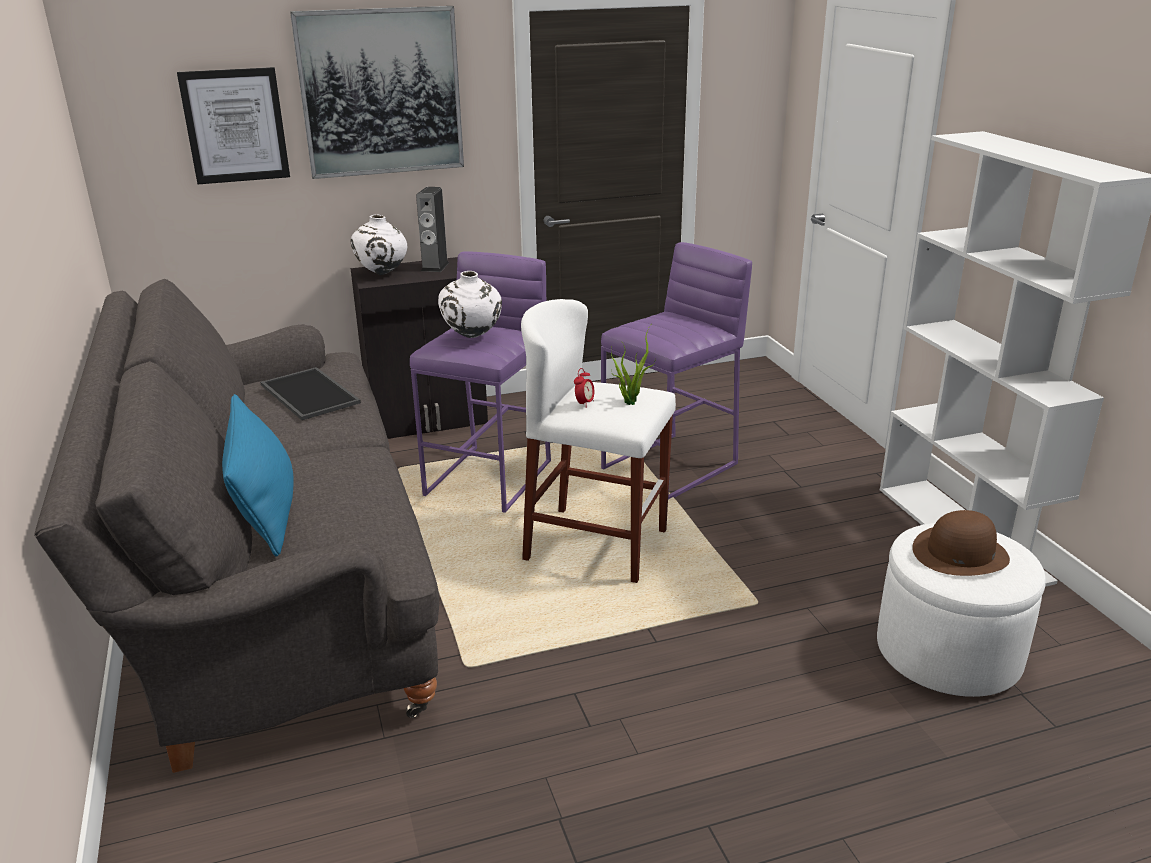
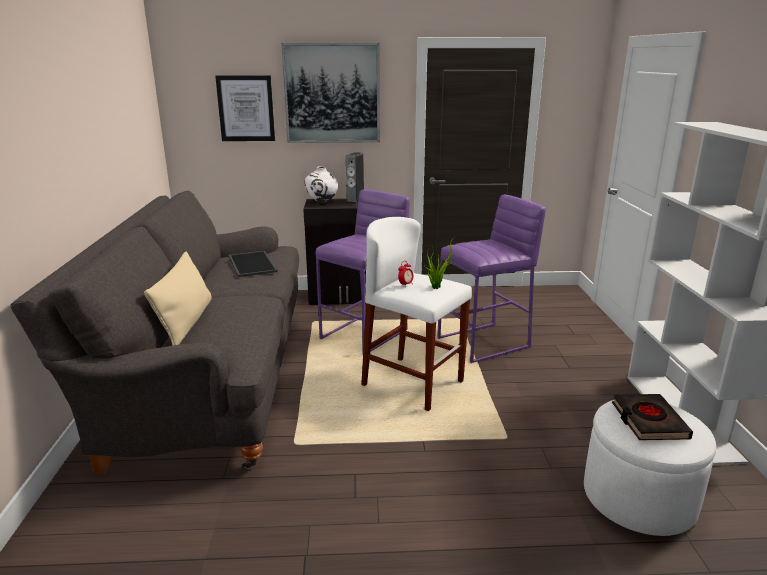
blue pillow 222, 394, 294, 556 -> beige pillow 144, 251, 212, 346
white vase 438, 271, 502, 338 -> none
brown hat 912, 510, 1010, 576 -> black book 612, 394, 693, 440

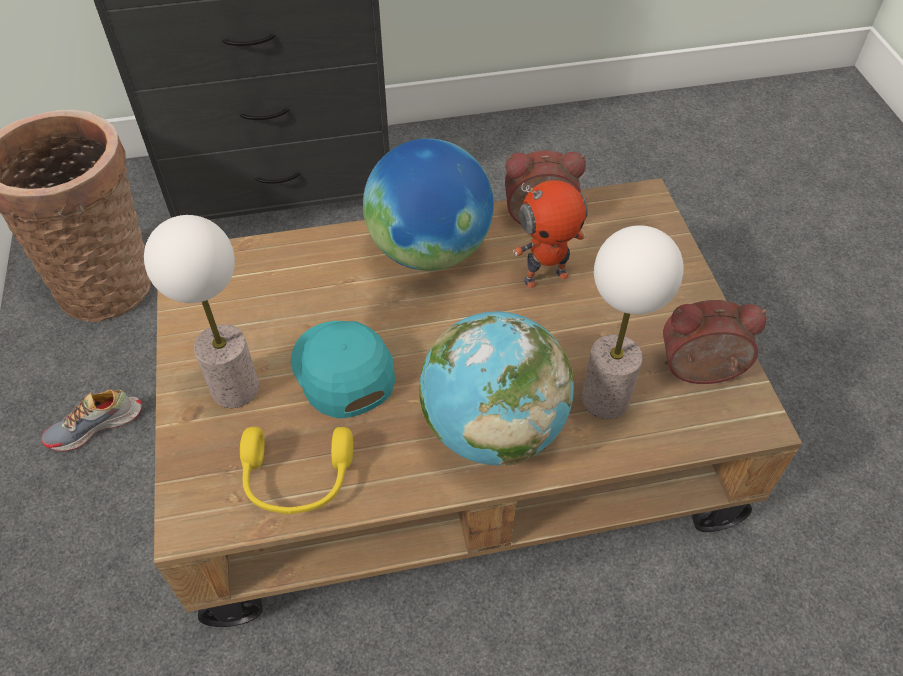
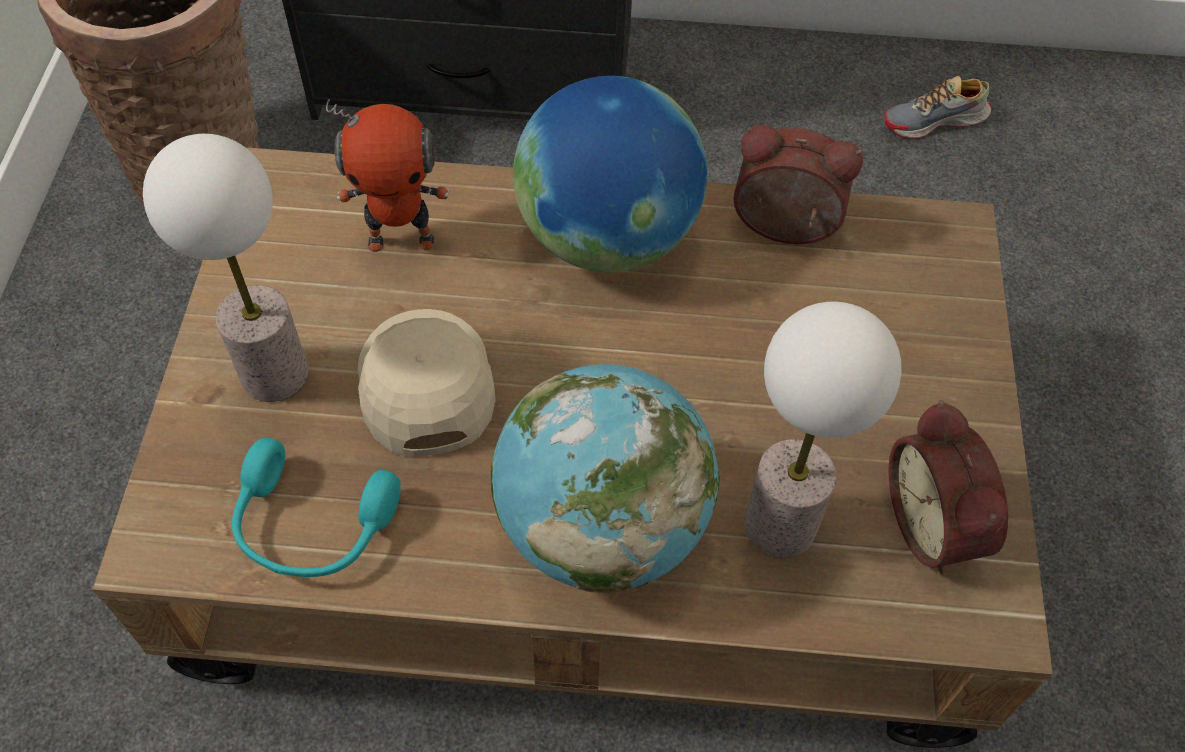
shoe 41, 390, 142, 452 -> shoe 884, 76, 991, 139, relocated
yellow headphones 240, 427, 353, 514 -> turquoise headphones 232, 438, 401, 577
turquoise cap 291, 321, 395, 418 -> beige cap 358, 309, 496, 456
toy robot 513, 180, 588, 288 -> toy robot 326, 99, 449, 252, relocated
alarm clock 663, 300, 767, 384 -> alarm clock 888, 400, 1008, 574, 120 degrees counterclockwise

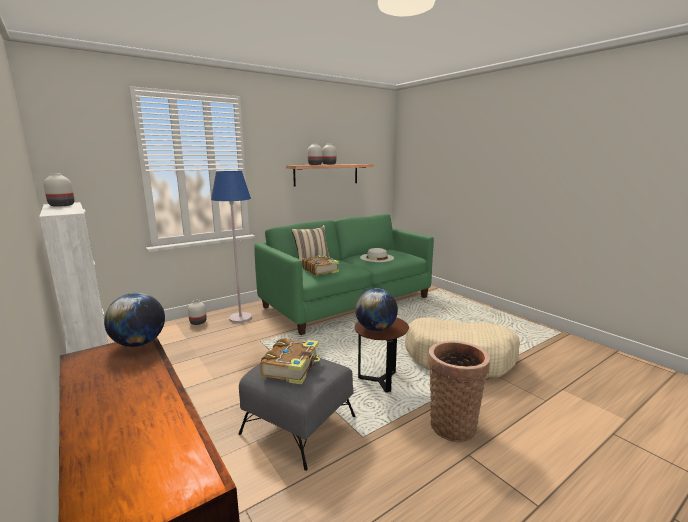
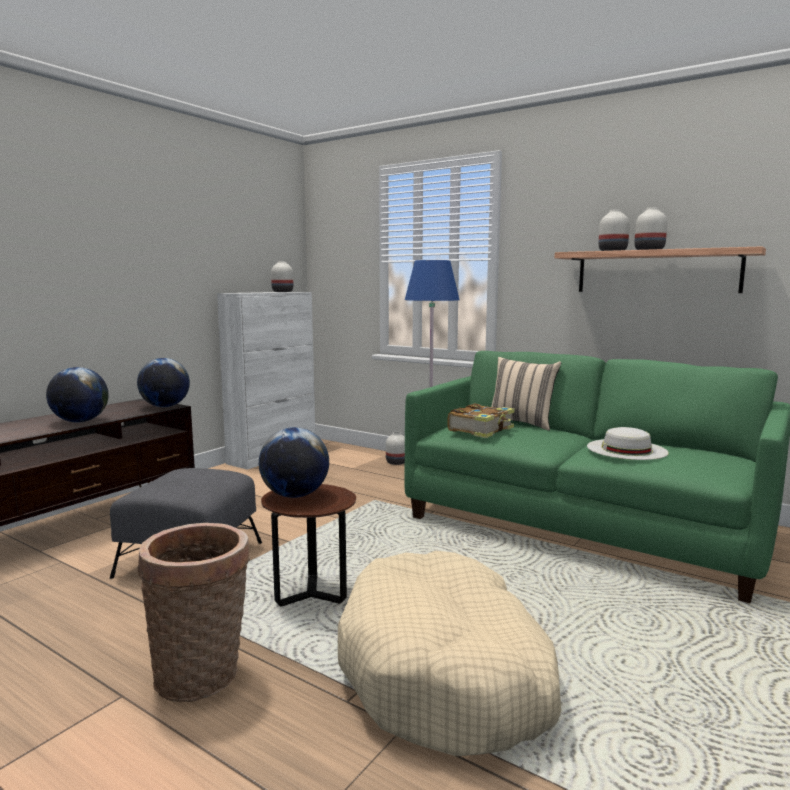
book 260, 338, 320, 385 -> none
none -> globe 46, 367, 108, 423

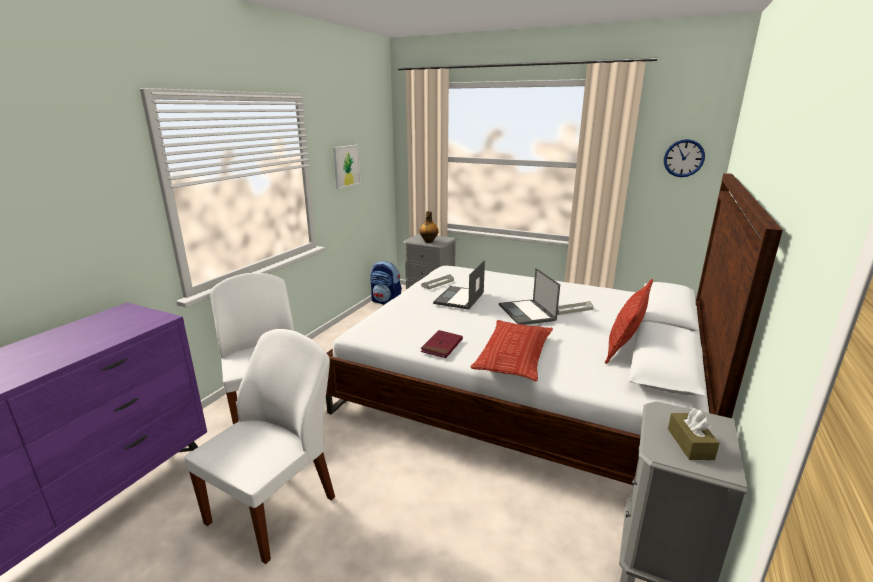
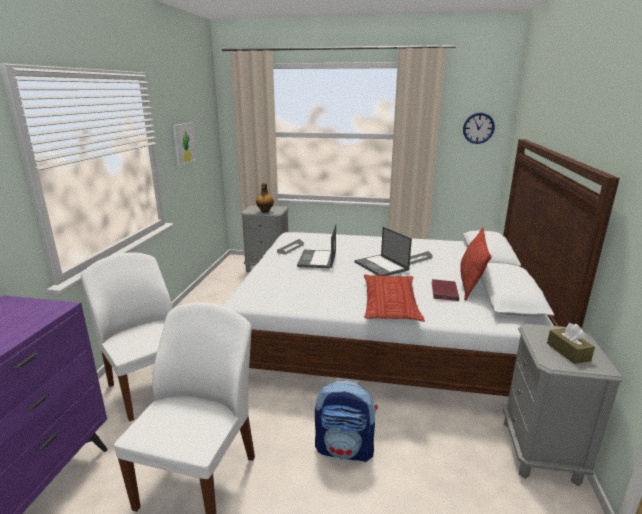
backpack 370, 261, 402, 305 -> backpack 315, 380, 378, 462, relocated
red book 421, 330, 463, 358 -> red book 432, 279, 459, 301, relocated

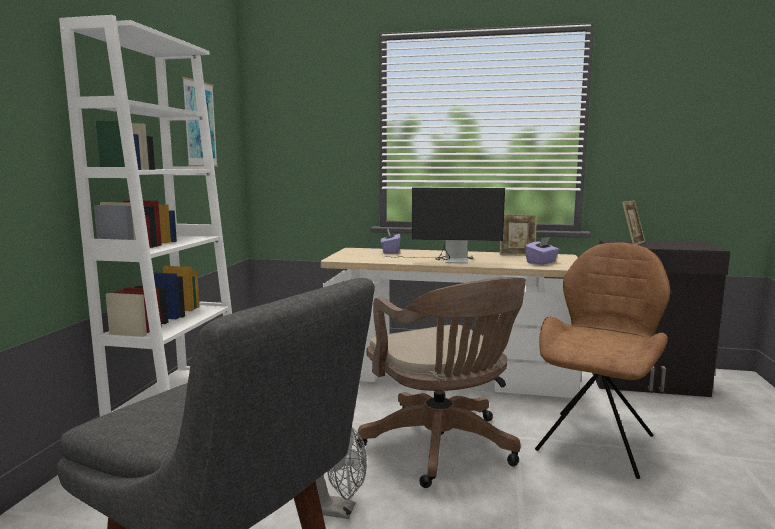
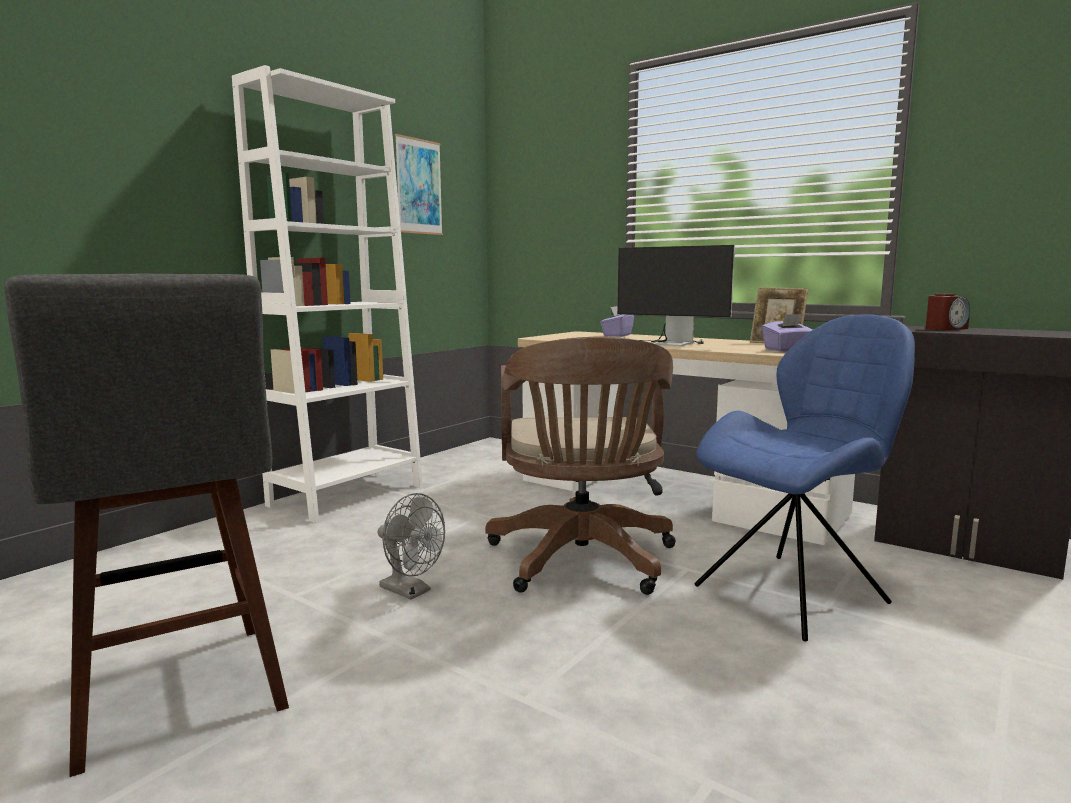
brown chair 535, 242, 670, 479 -> blue chair 694, 314, 915, 642
picture frame 622, 201, 645, 245 -> alarm clock 926, 294, 970, 330

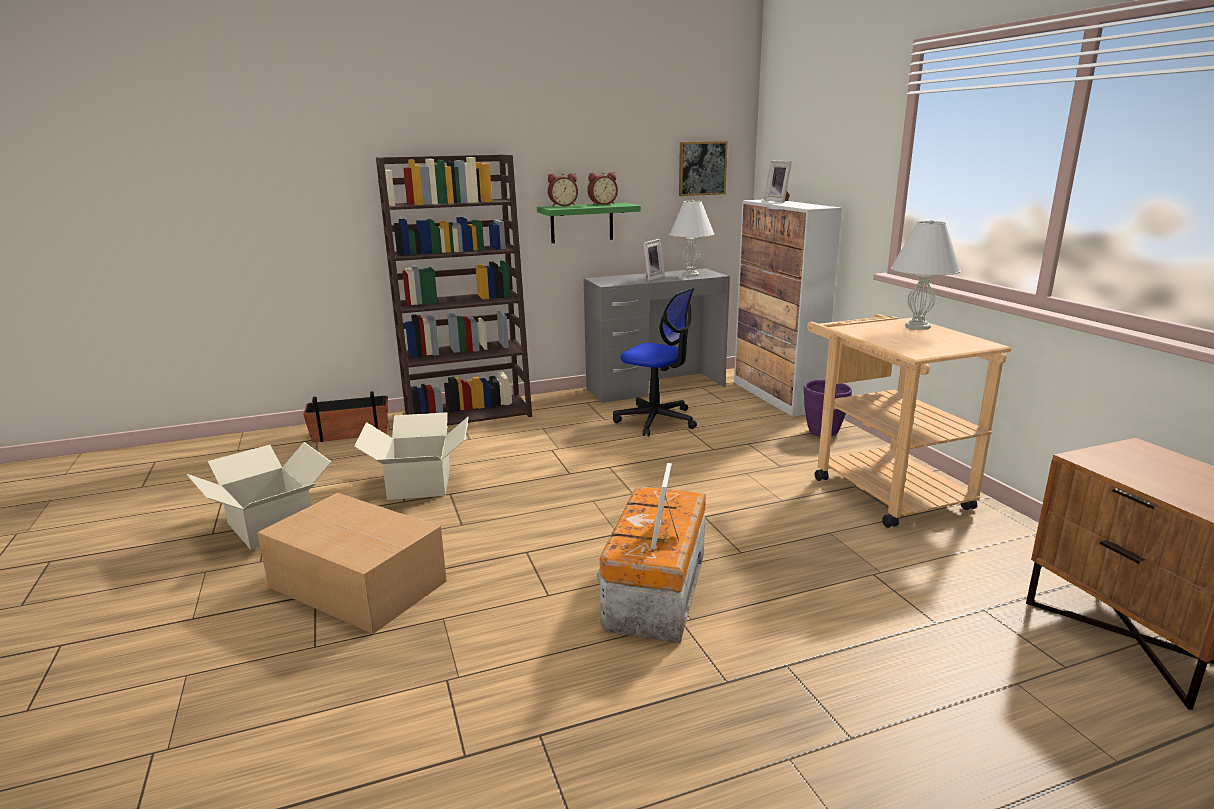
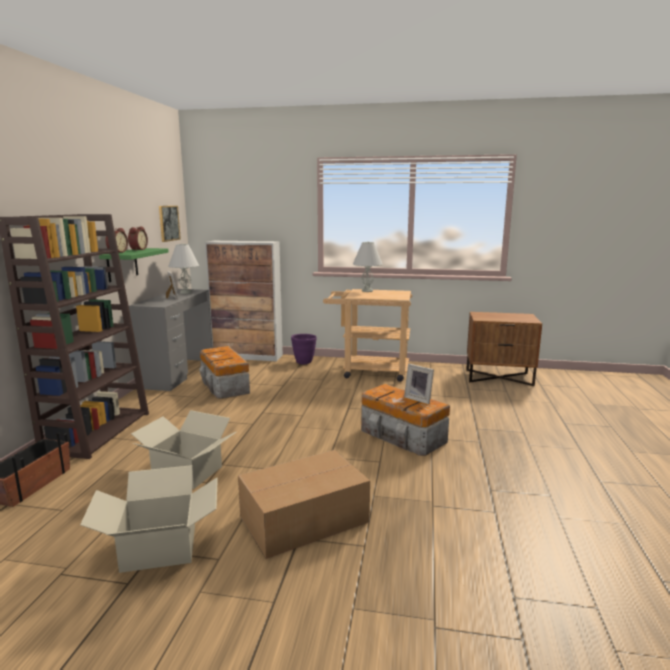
office chair 613, 287, 697, 437 -> storage box 199, 346, 250, 399
picture frame 764, 160, 792, 202 -> none

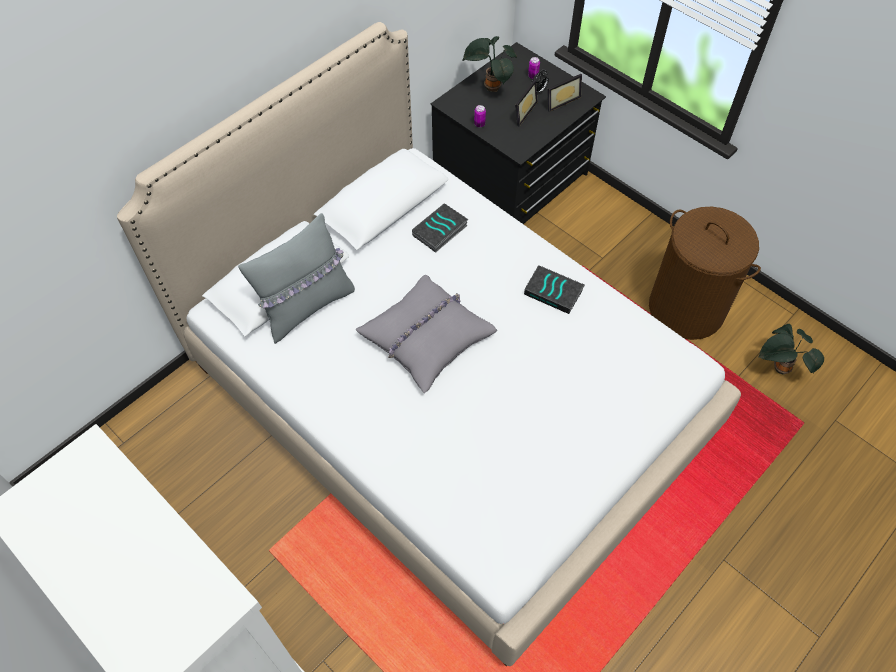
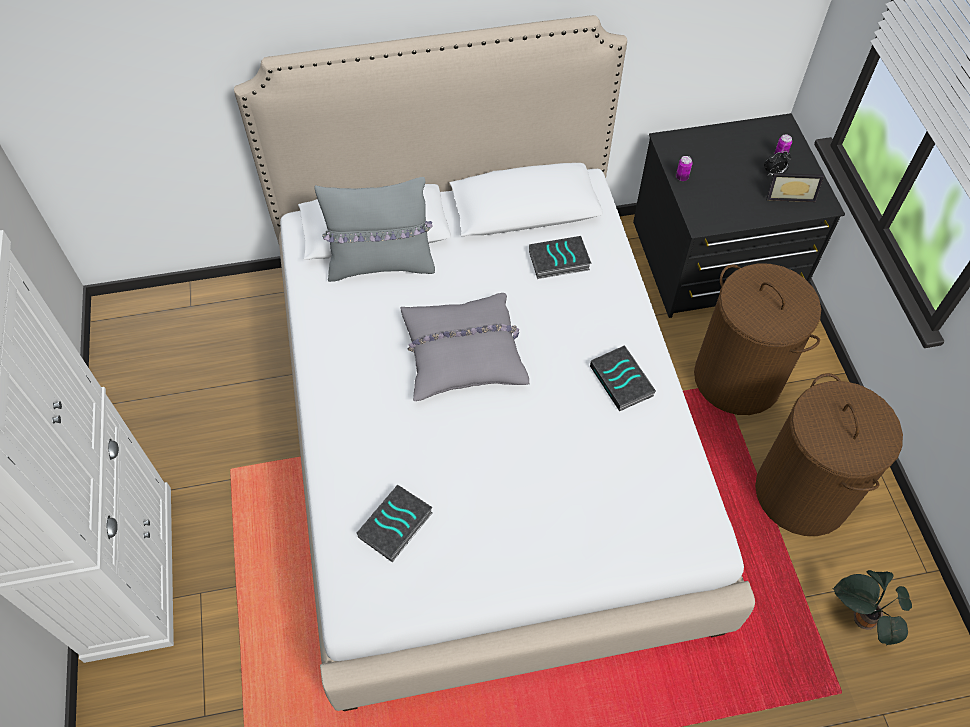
potted plant 462, 36, 517, 92 -> none
picture frame 515, 80, 538, 126 -> none
none -> book 357, 485, 433, 563
none -> brown laundry basket 694, 264, 821, 415

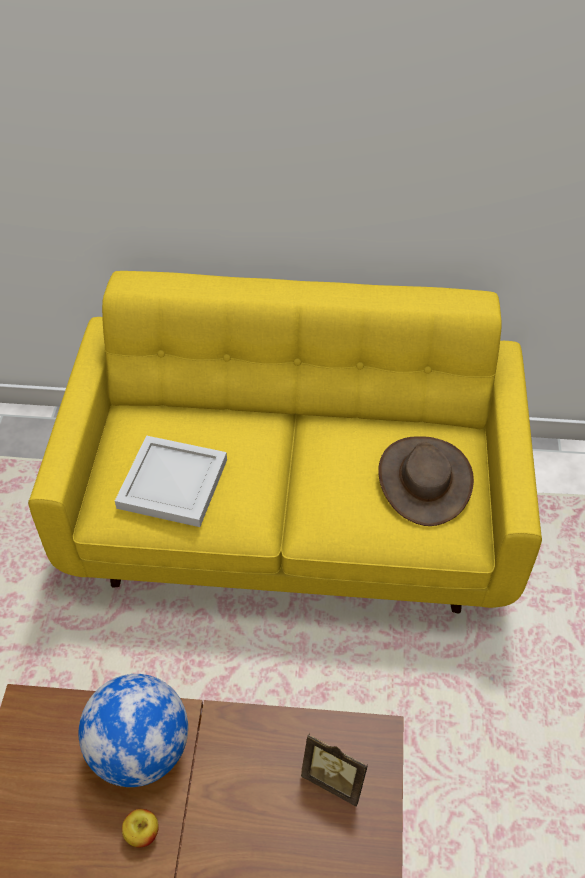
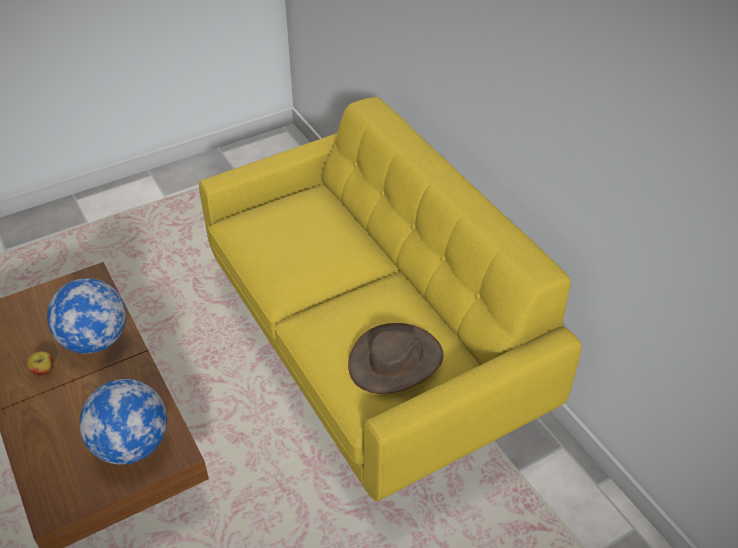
white tray 115, 435, 227, 527 -> none
picture frame 301, 733, 368, 806 -> globe 79, 379, 167, 465

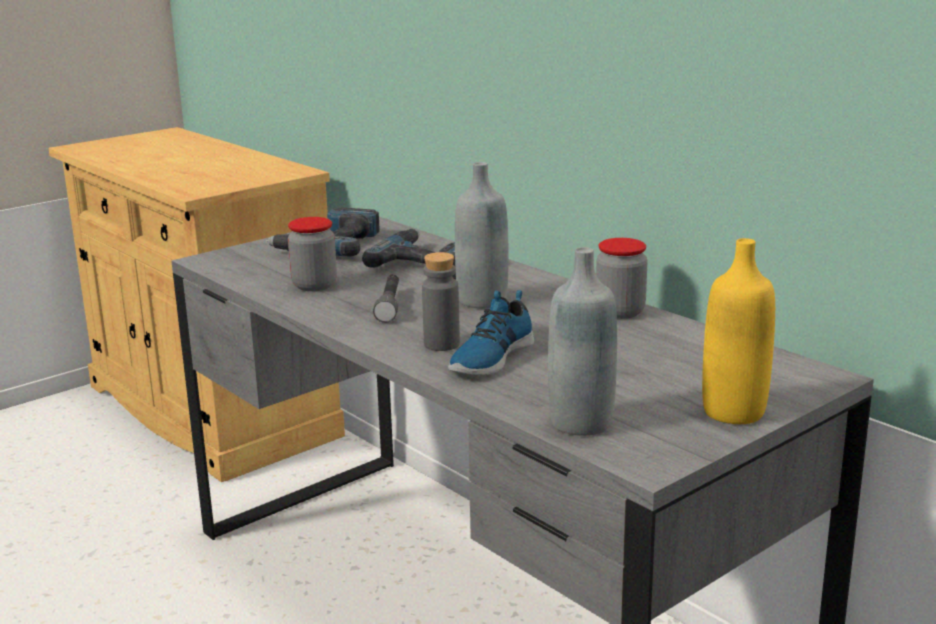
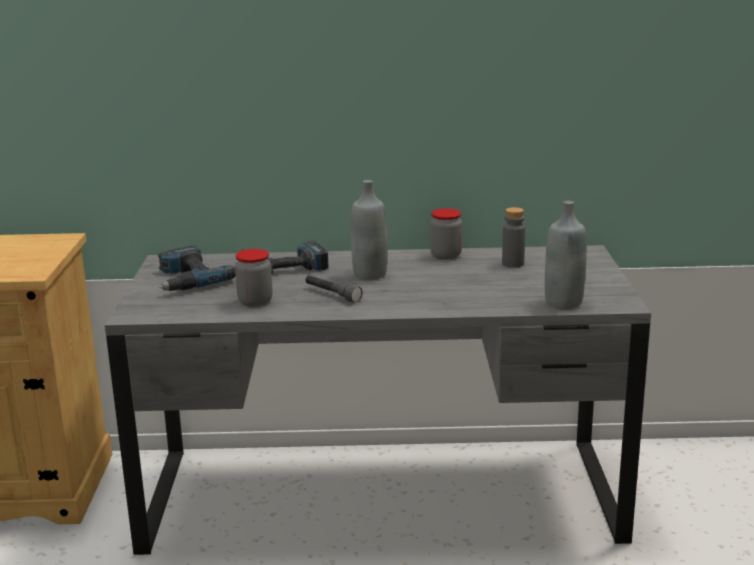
grey bottle 422, 252, 460, 351 -> grey bottle 502, 207, 525, 268, relocated
shoe 448, 290, 535, 375 -> none
yellow bottle 702, 238, 775, 424 -> none

